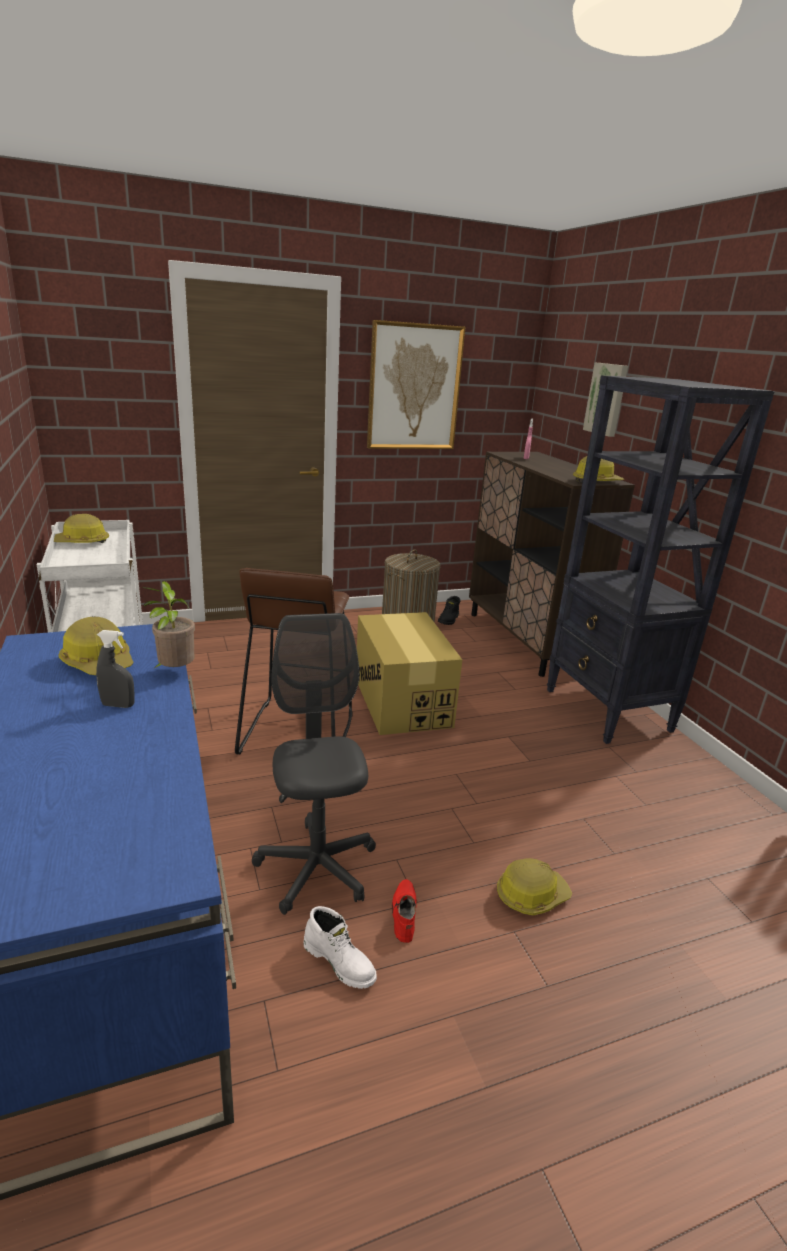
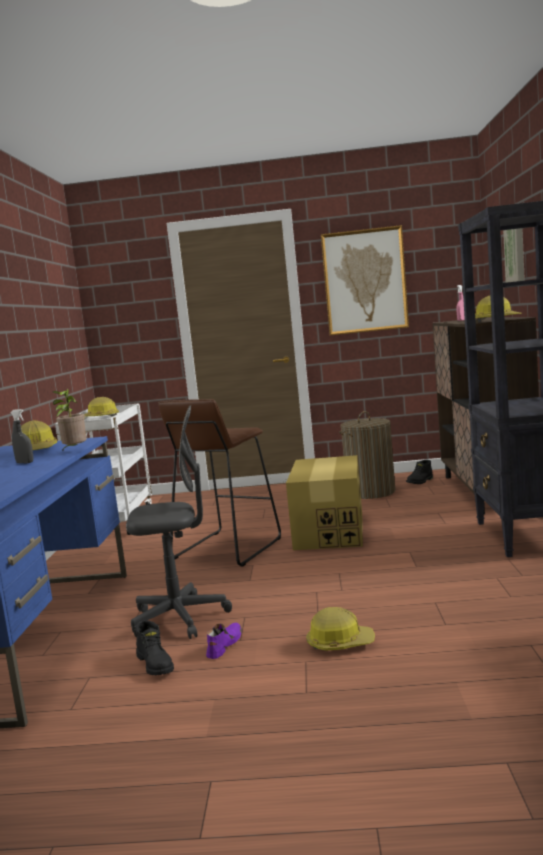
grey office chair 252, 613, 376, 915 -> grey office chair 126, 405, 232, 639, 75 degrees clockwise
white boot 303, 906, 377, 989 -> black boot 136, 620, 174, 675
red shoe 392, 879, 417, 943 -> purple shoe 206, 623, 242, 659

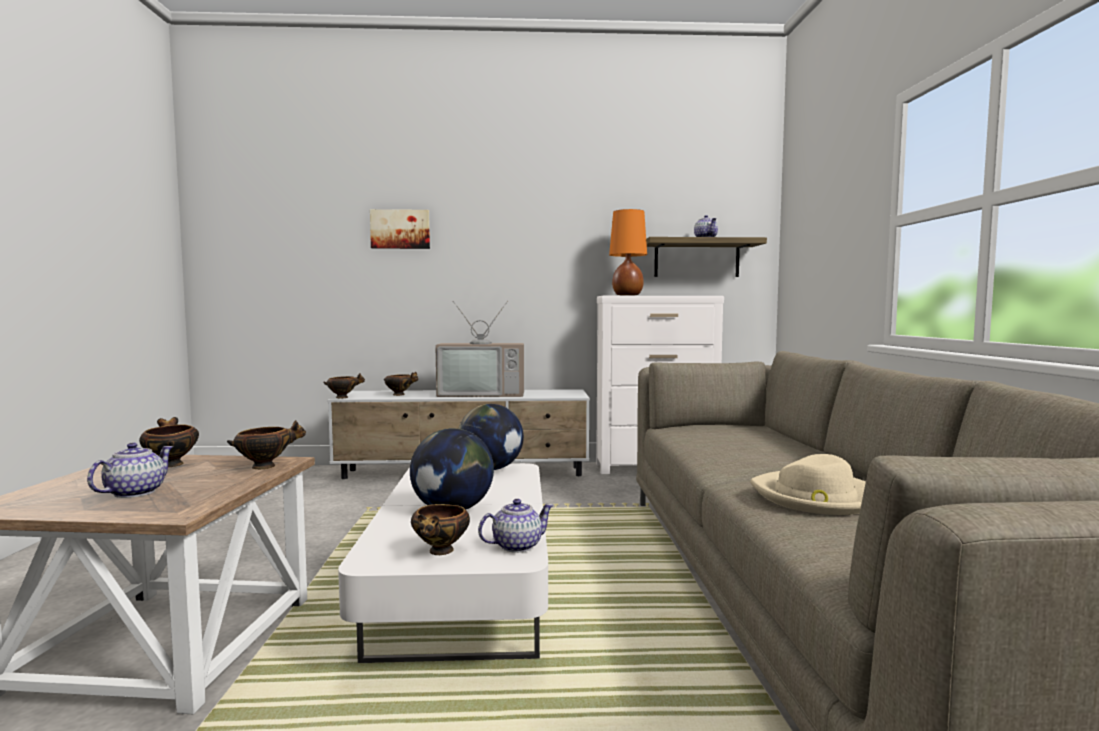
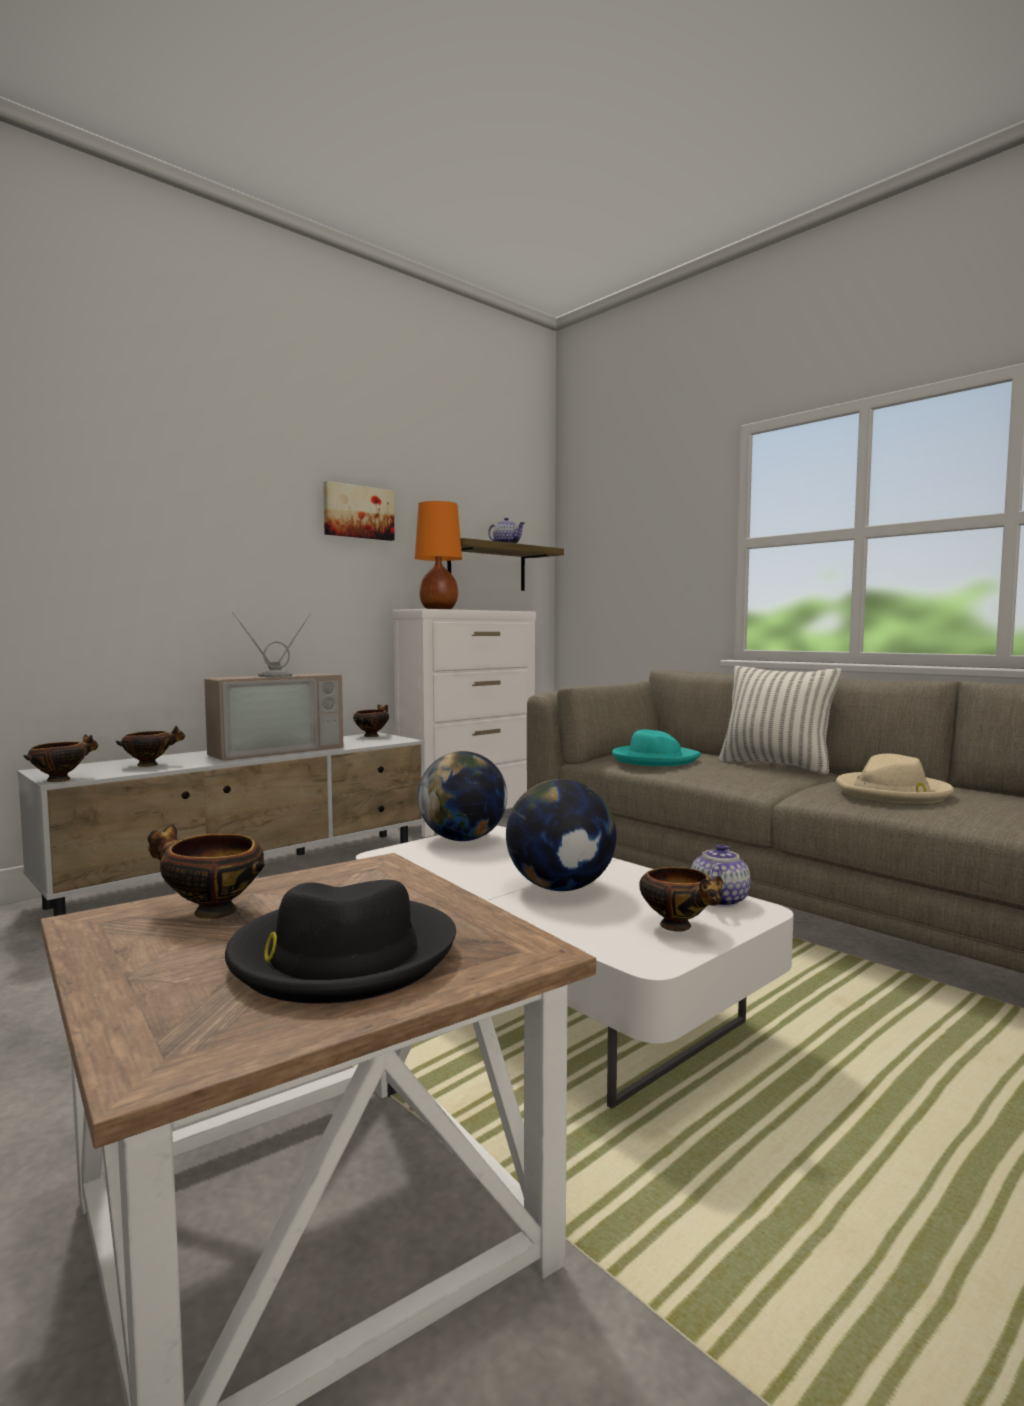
teapot 87, 443, 174, 498 -> black hat 225, 880, 456, 1004
bowl 227, 420, 306, 469 -> bowl 353, 704, 389, 737, relocated
picture 370, 209, 430, 249 -> picture 323, 481, 395, 541, relocated
none -> turquoise hat 612, 730, 701, 766
none -> pillow 719, 666, 841, 774

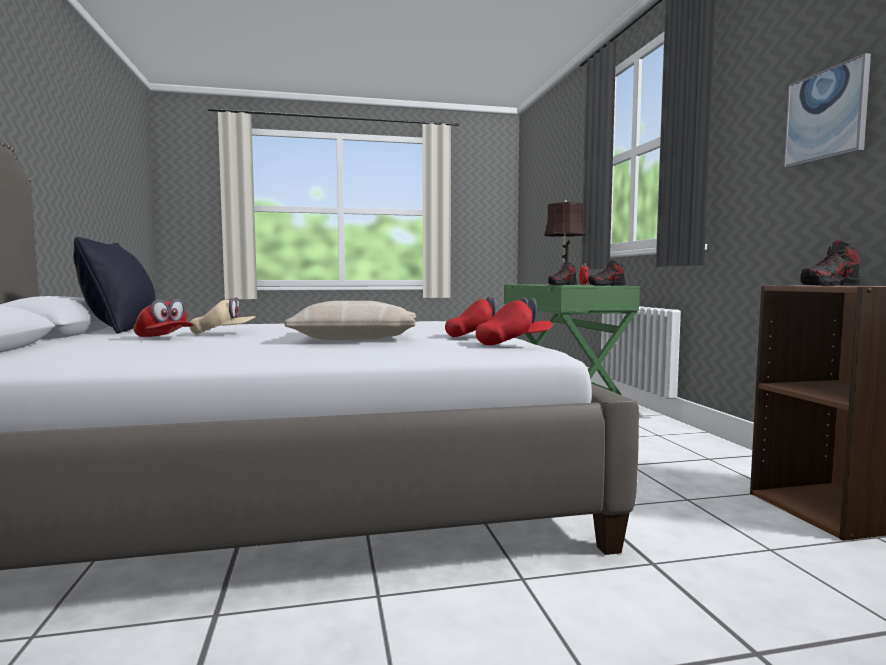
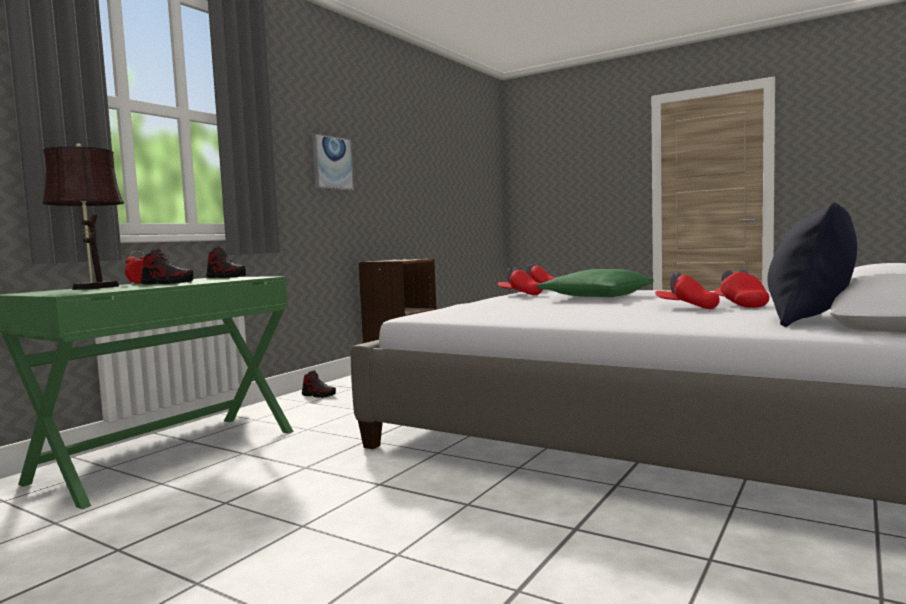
beige cap 190, 297, 256, 335 -> red cap 655, 272, 720, 309
beige pillow 284, 301, 416, 340 -> green pillow 537, 269, 654, 297
shoe 800, 240, 860, 286 -> shoe 302, 370, 336, 398, relocated

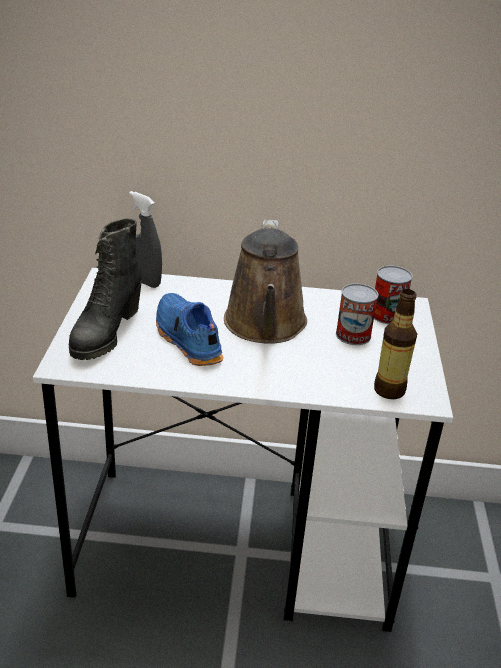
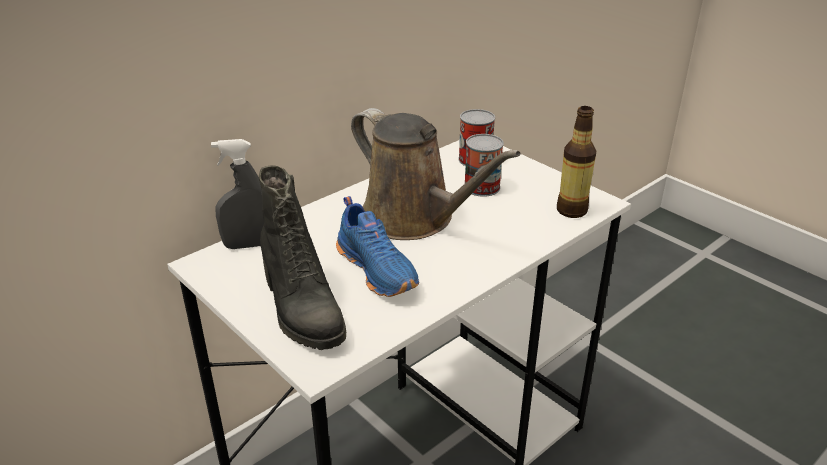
blue shoe 156, 293, 224, 366 -> blue shoe 336, 196, 419, 297, 135 degrees counterclockwise

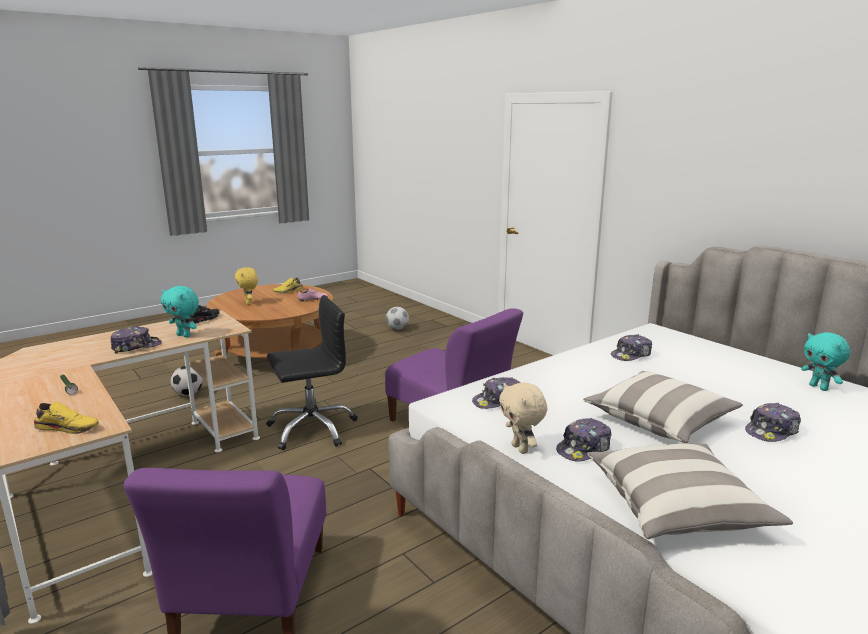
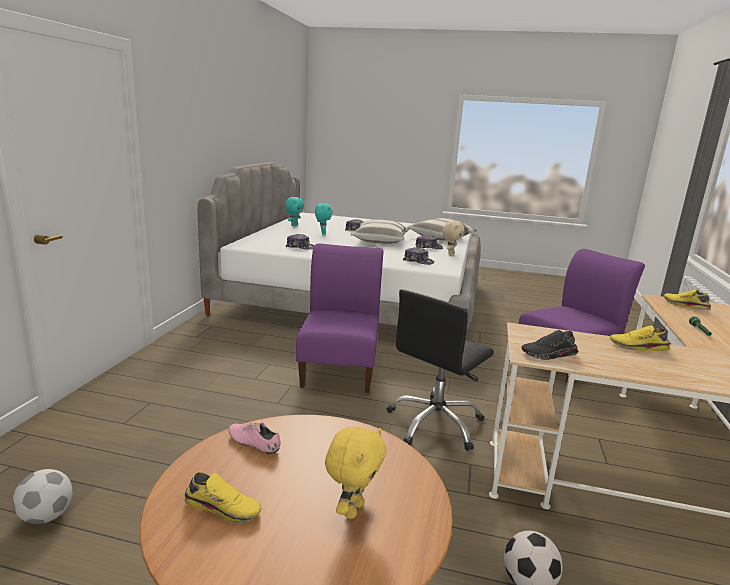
cap 110, 326, 162, 354 -> yellow shoe 610, 326, 671, 351
turquoise plush toy 161, 286, 199, 338 -> turquoise plush toy 315, 203, 333, 235, relocated
black office chair 266, 295, 358, 450 -> black office chair 387, 289, 494, 451, 75 degrees counterclockwise

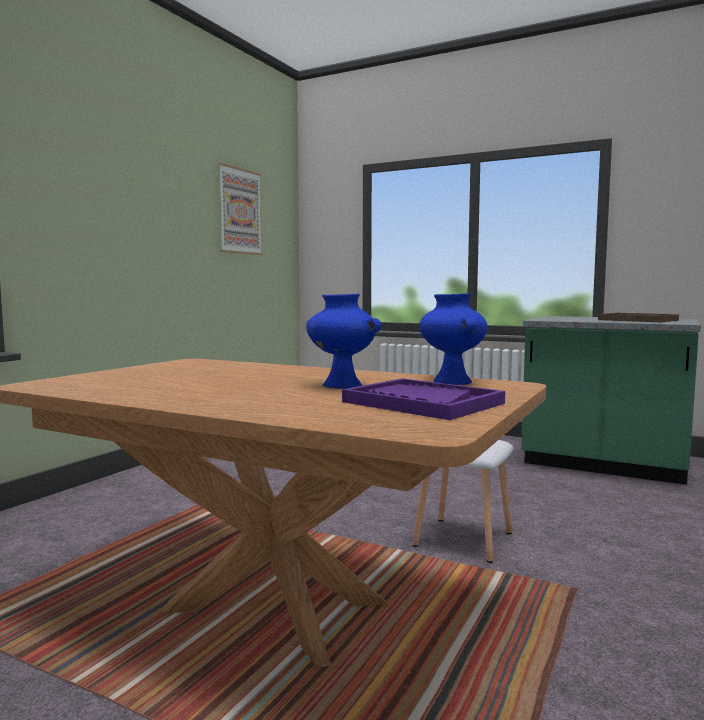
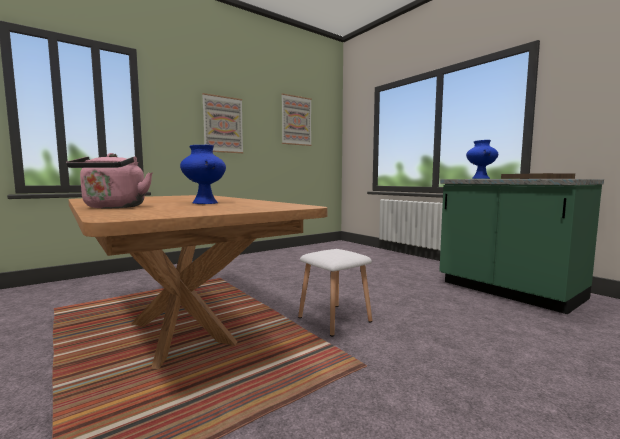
purple tray 342, 378, 505, 420 -> none
blue vase 419, 293, 488, 385 -> blue vase 466, 140, 498, 179, relocated
none -> pink kettle 66, 153, 153, 208
none -> picture 202, 93, 243, 153

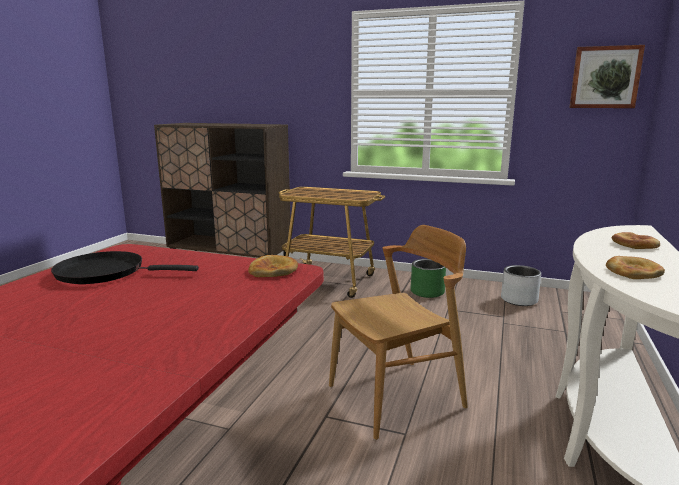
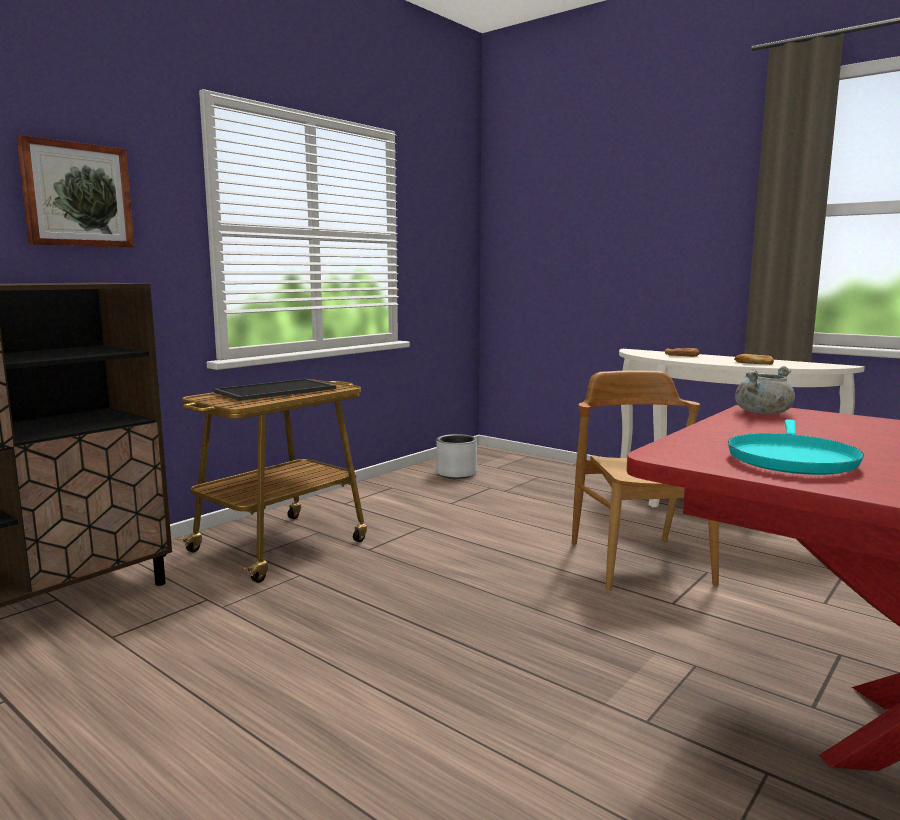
black frying pan 51, 251, 199, 284 -> turquoise frying pan 728, 419, 864, 475
bread 248, 255, 298, 277 -> grey cooking pot 735, 366, 795, 414
green planter 411, 259, 446, 298 -> none
picture 569, 45, 645, 108 -> picture 17, 135, 135, 247, relocated
none -> tray 213, 379, 336, 401

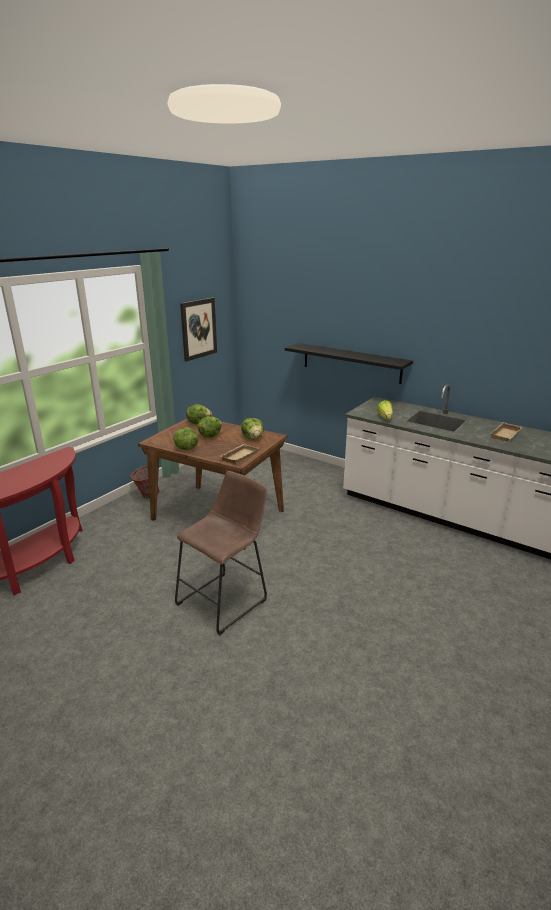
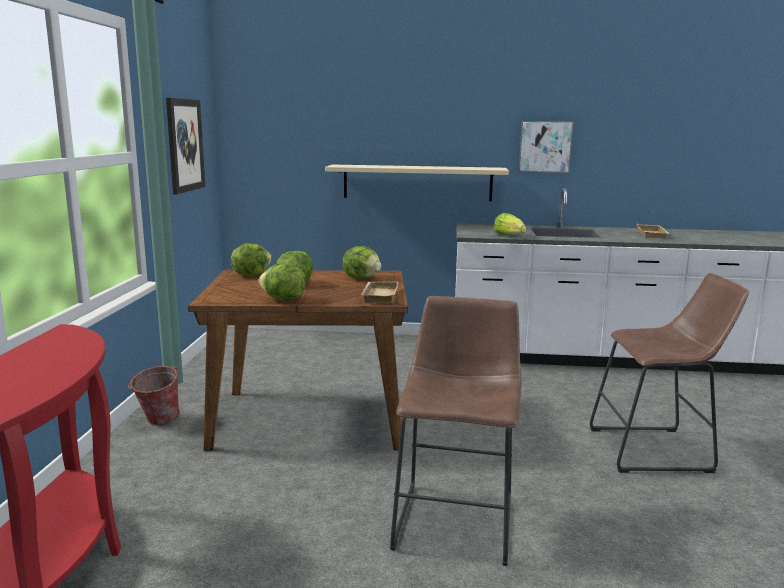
black shelf 285, 343, 413, 384 -> beige shelf 325, 165, 509, 201
none -> picture 519, 121, 573, 173
none -> brown stool 590, 273, 749, 473

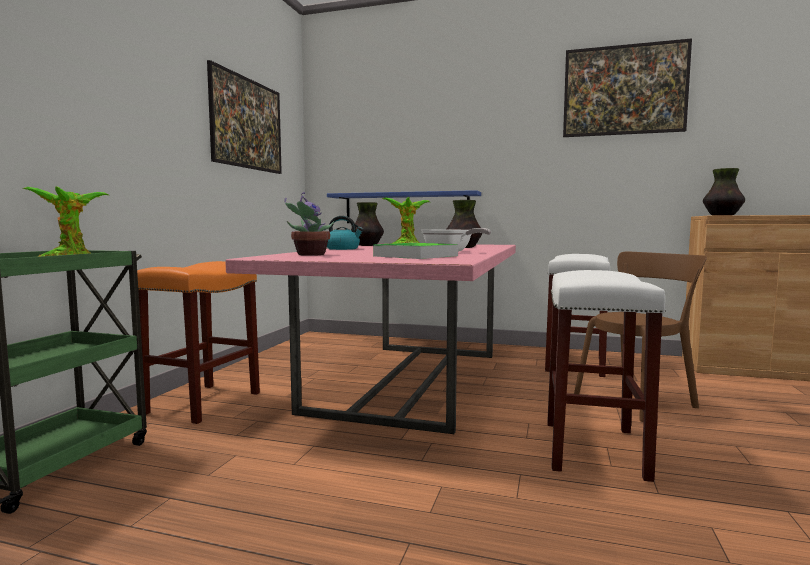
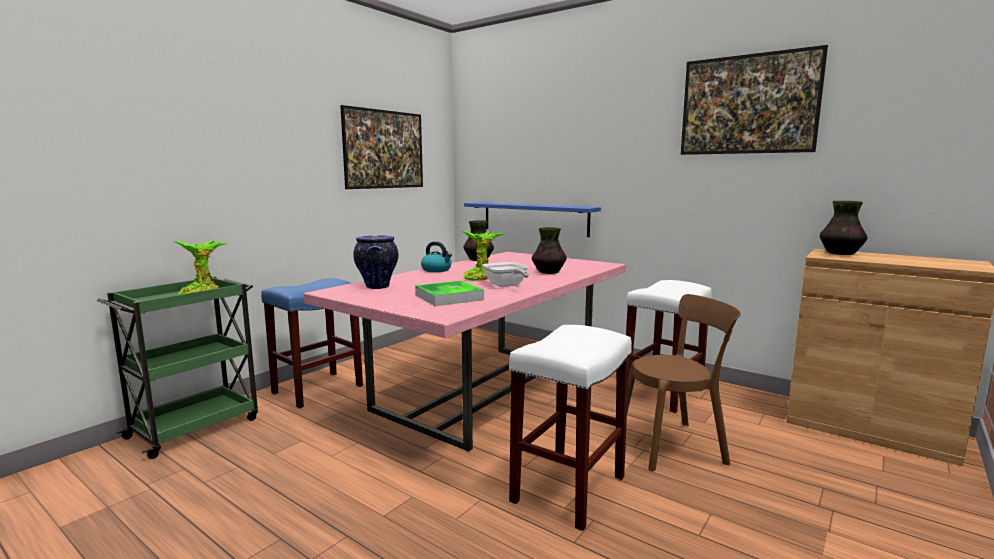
orange stool 137, 261, 260, 424 -> blue stool 261, 278, 363, 408
potted plant 284, 192, 334, 256 -> vase 354, 235, 399, 289

